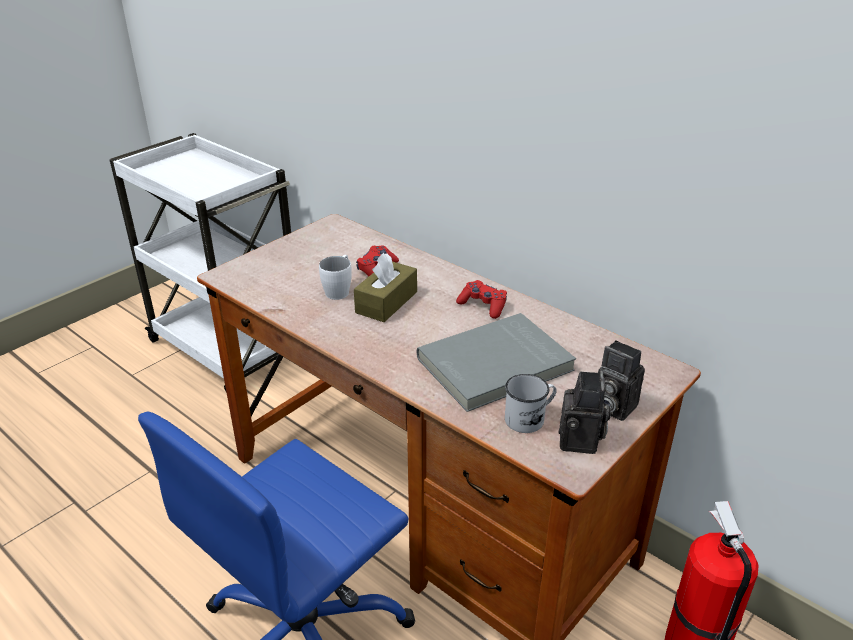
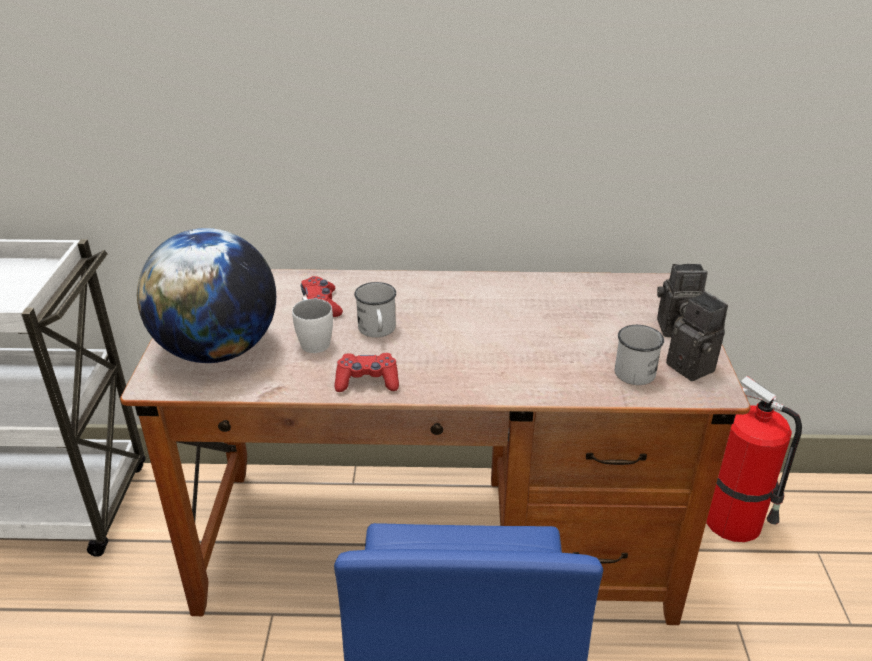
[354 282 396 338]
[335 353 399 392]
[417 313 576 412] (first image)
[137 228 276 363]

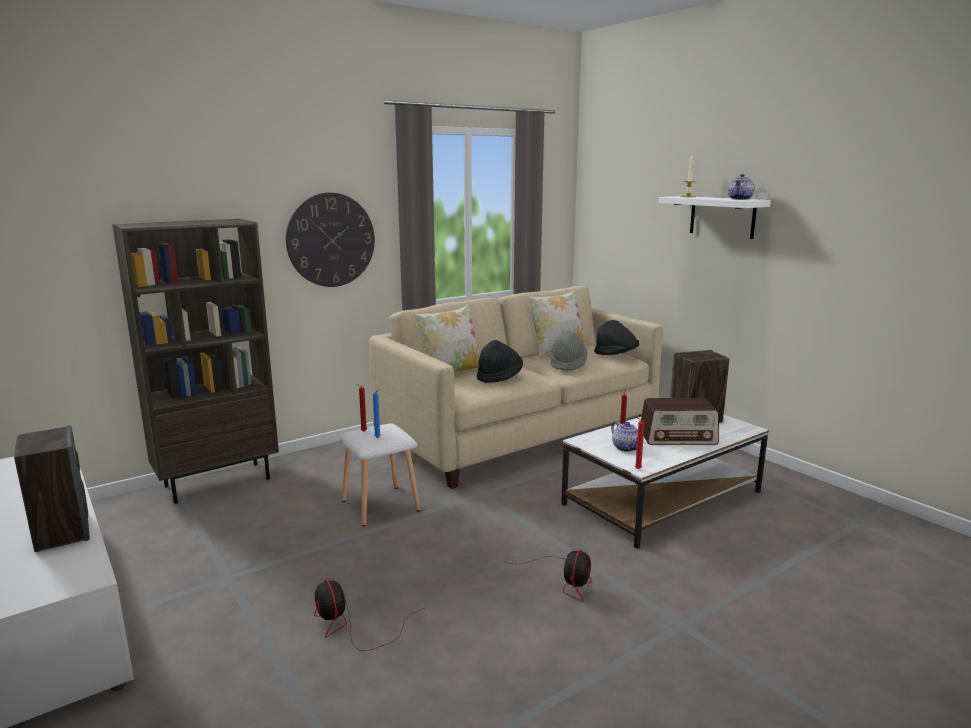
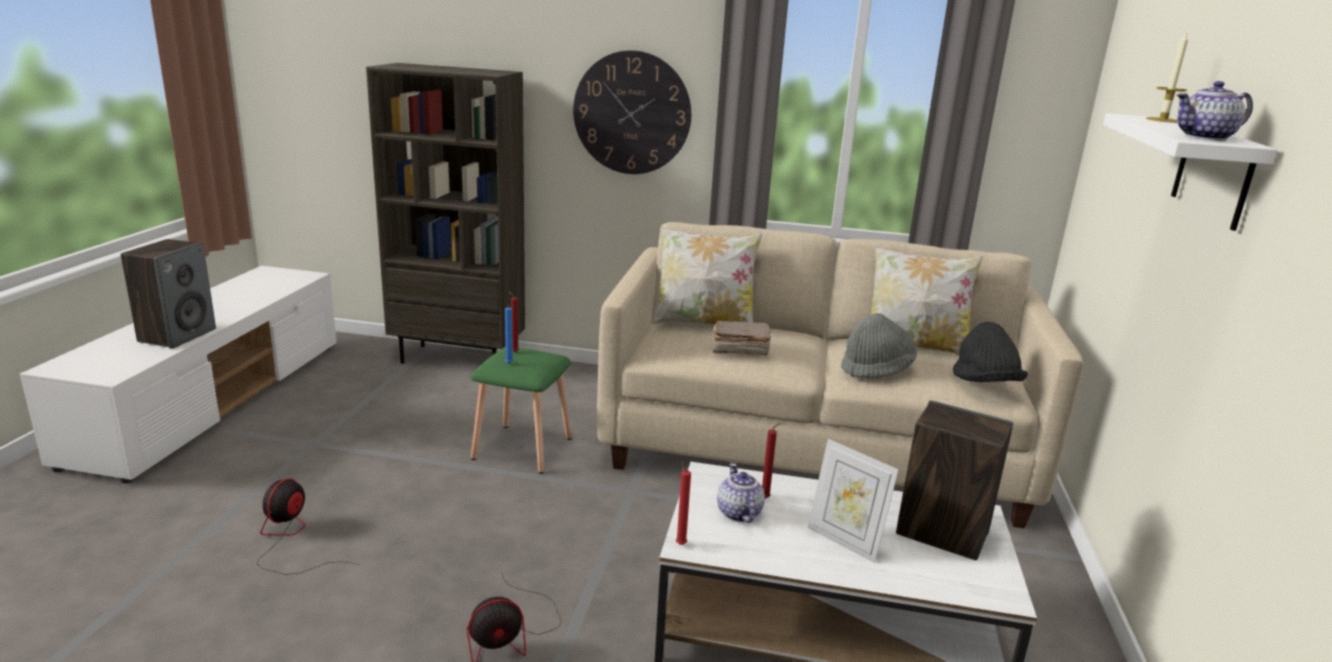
[711 320 771 355]
[808 439 899 563]
[717 464 765 523]
[471 347 572 474]

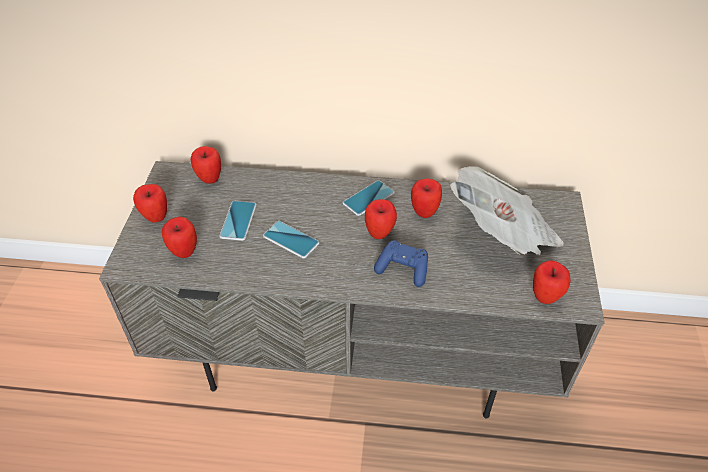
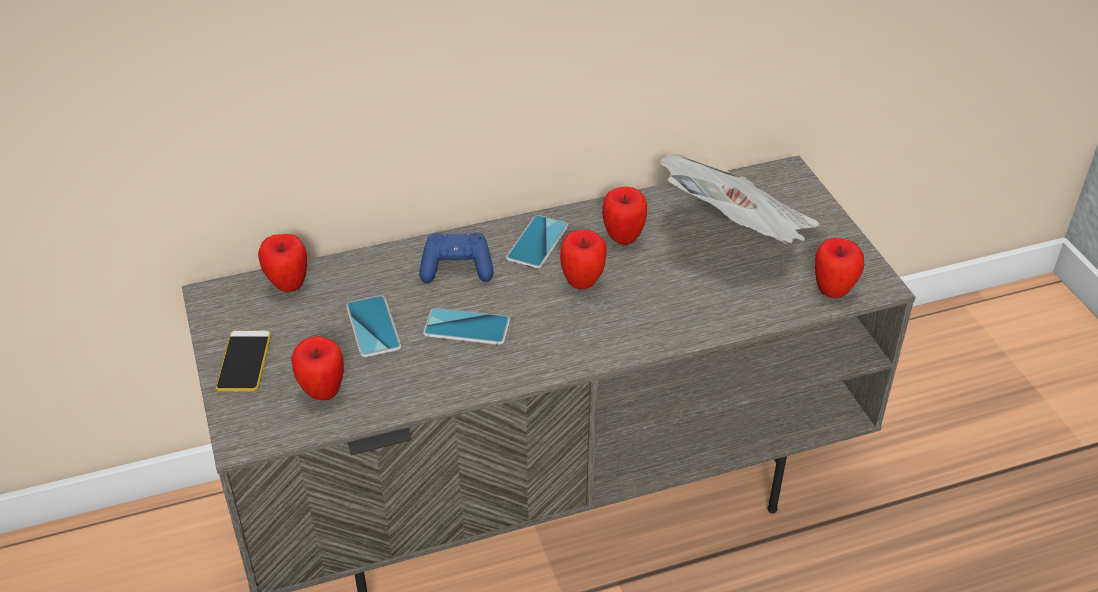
[216 330 271 392]
[419 232 493 283]

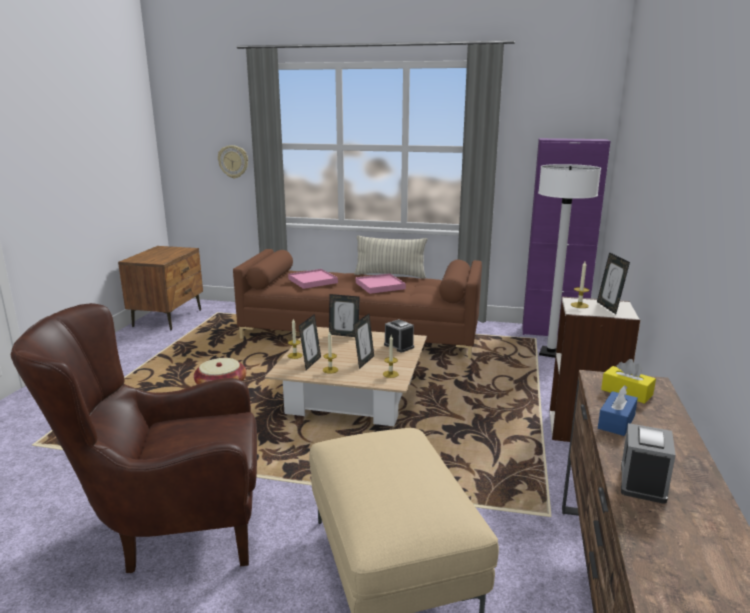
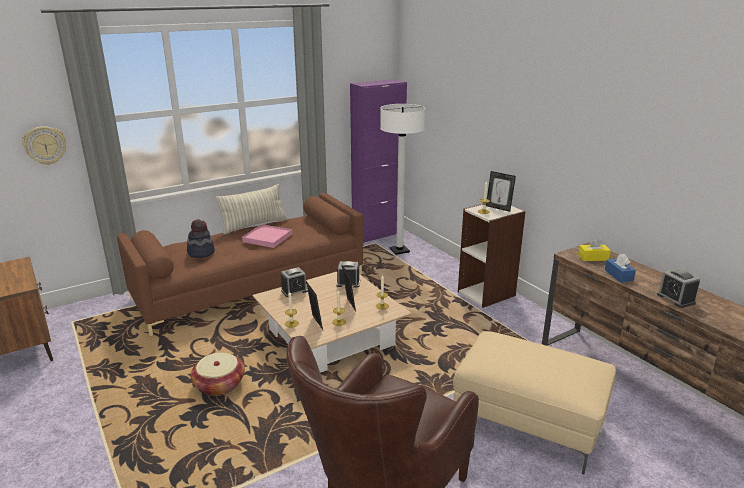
[187 219 215 258]
[281 267 308 297]

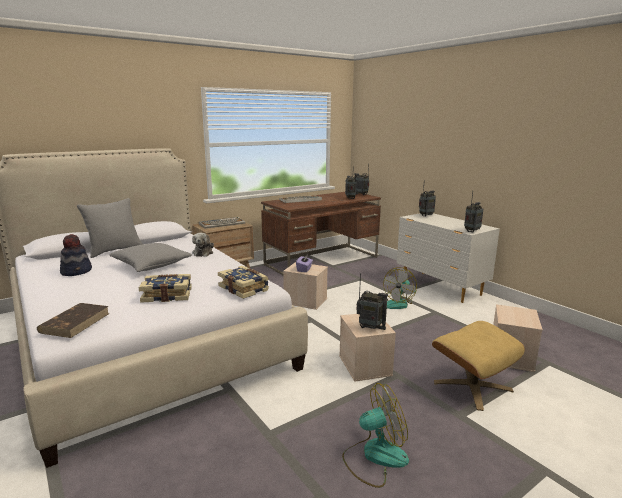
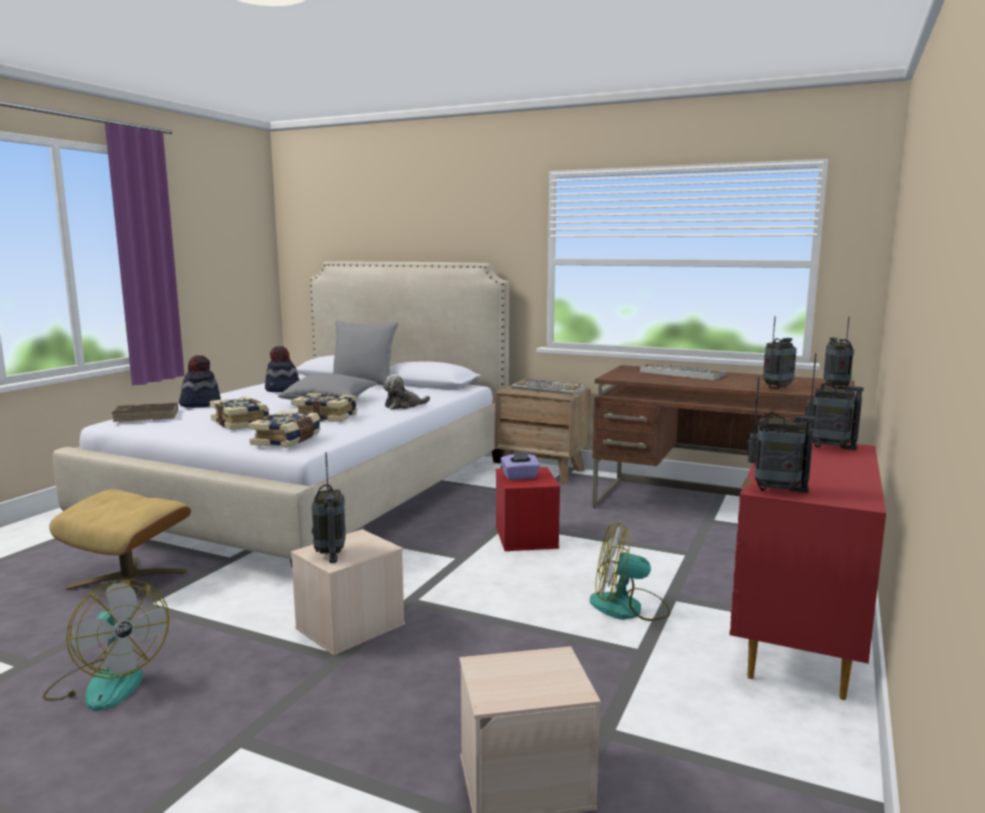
[729 441 886 700]
[496 467 560 551]
[49 489 191 590]
[179 355 221 408]
[291 393 357 422]

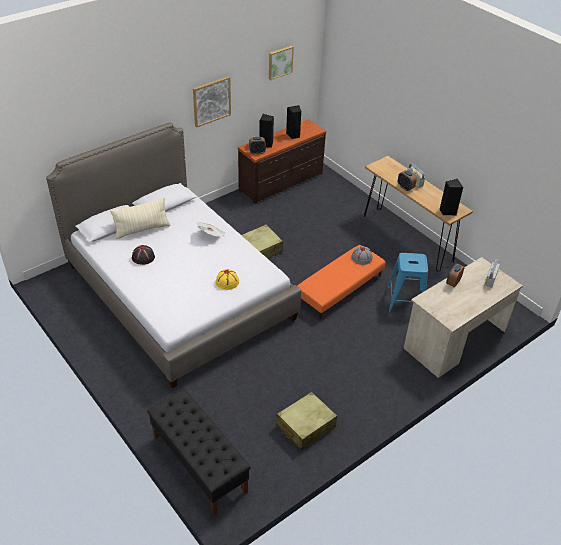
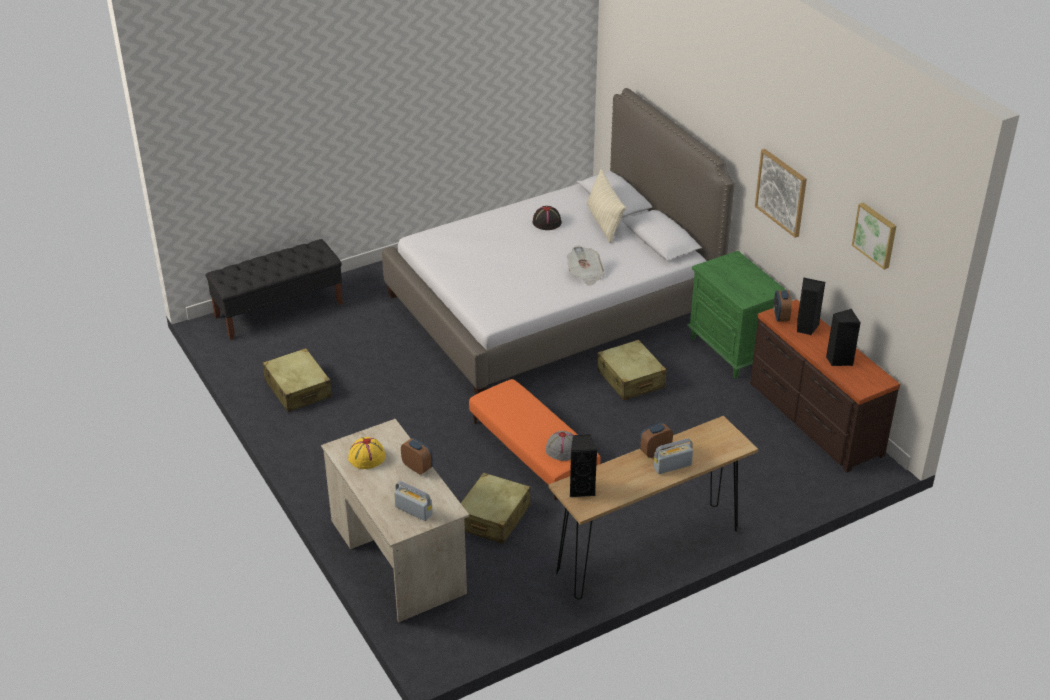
[461 472 530 544]
[348 437 386 469]
[687 251 787 379]

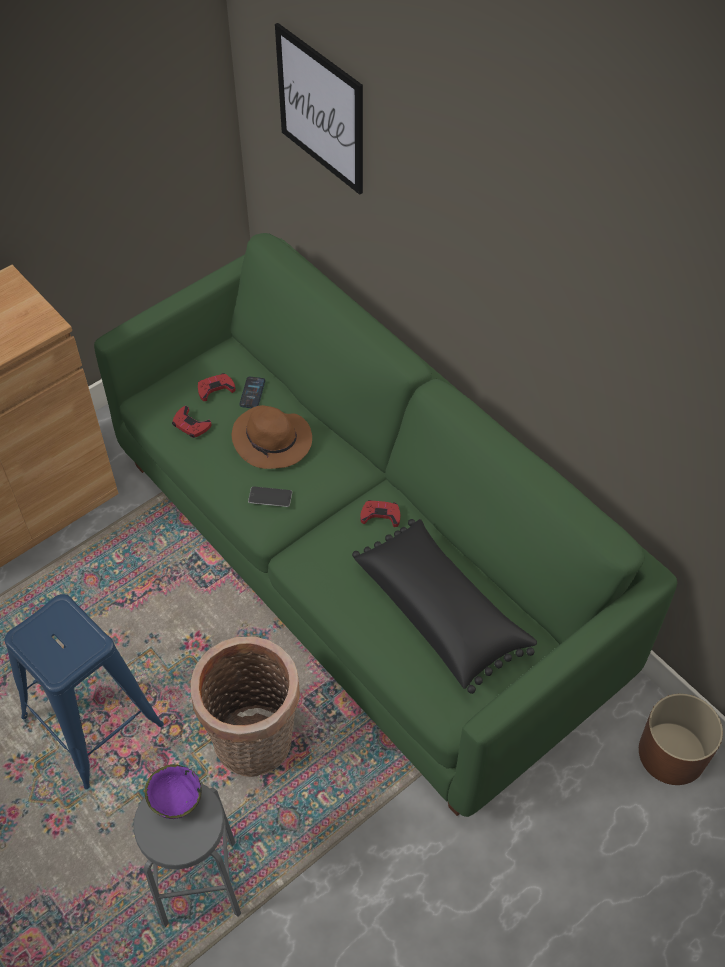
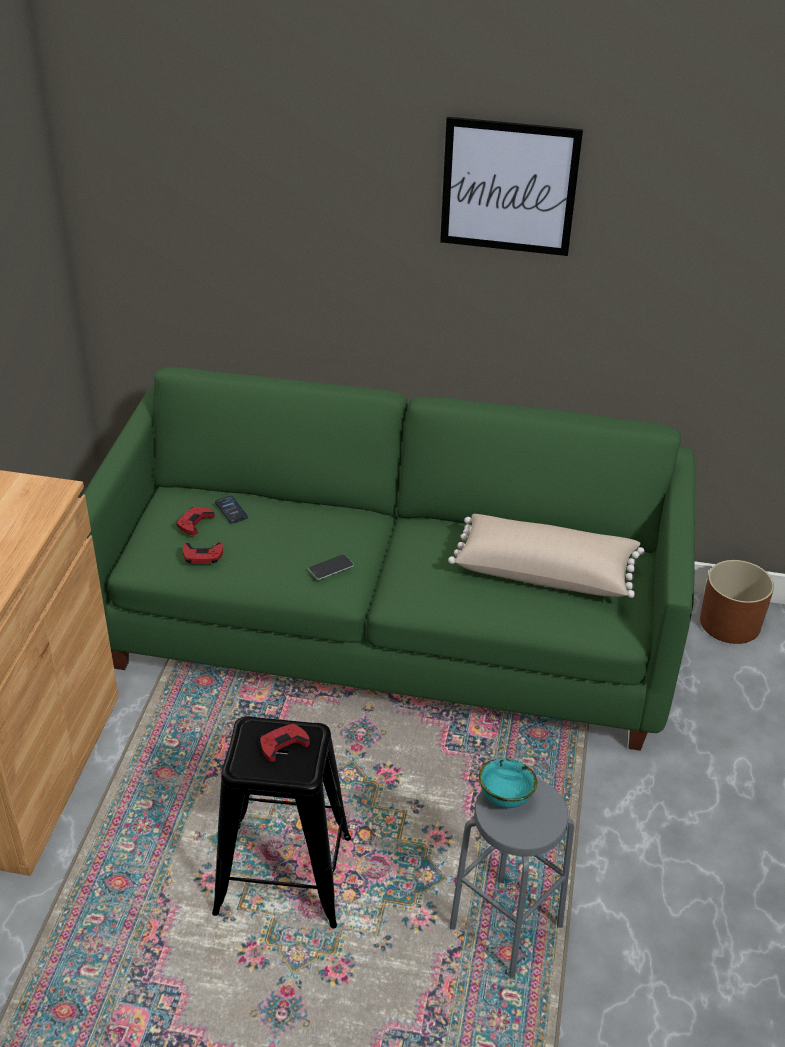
[440 117 583 256]
[232 405 312 469] (first image)
[260 723 310 762]
[448 514 645 598]
[212 716 351 928]
[191 637 300 777] (first image)
[479 758 537 808]

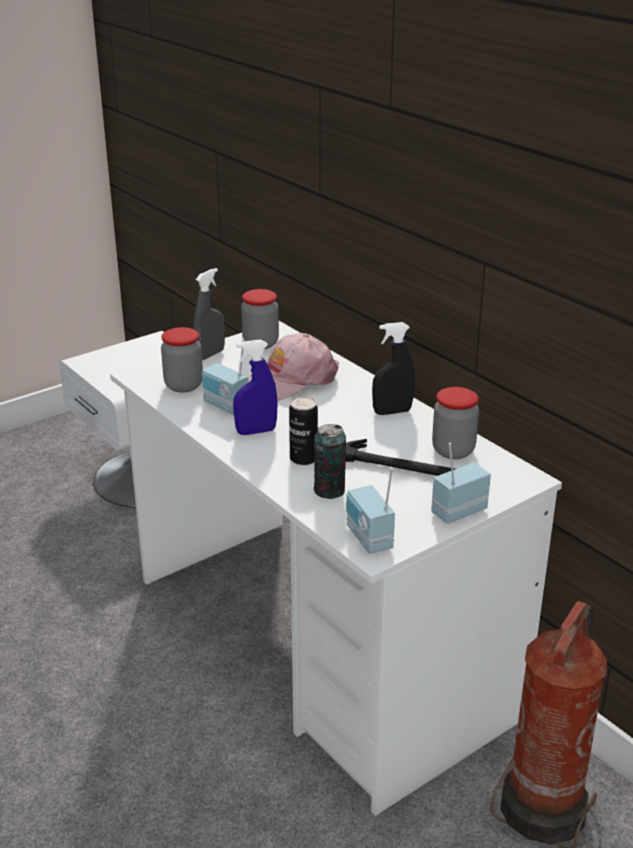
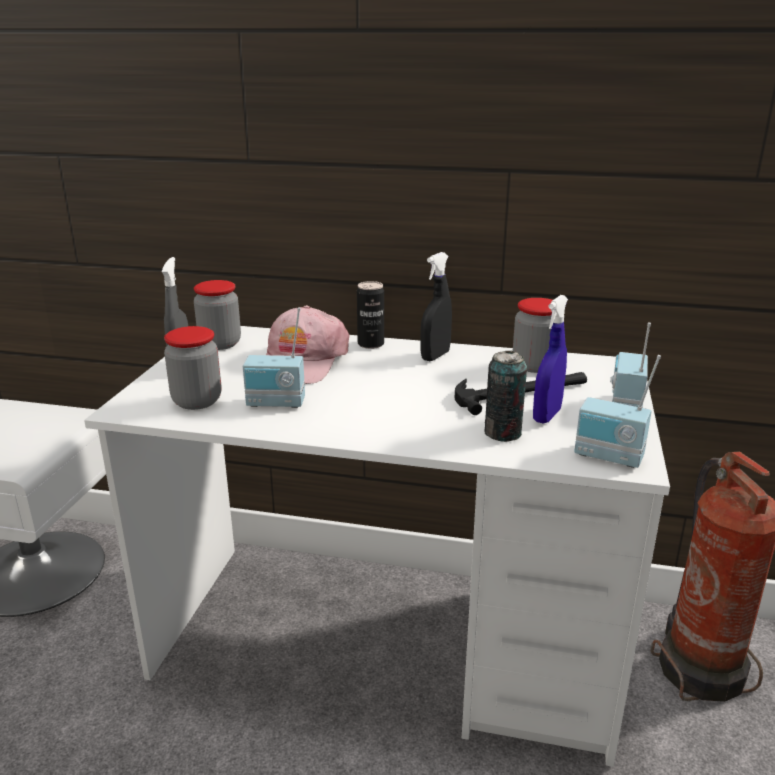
[533 295 568 424]
[357 281 384 349]

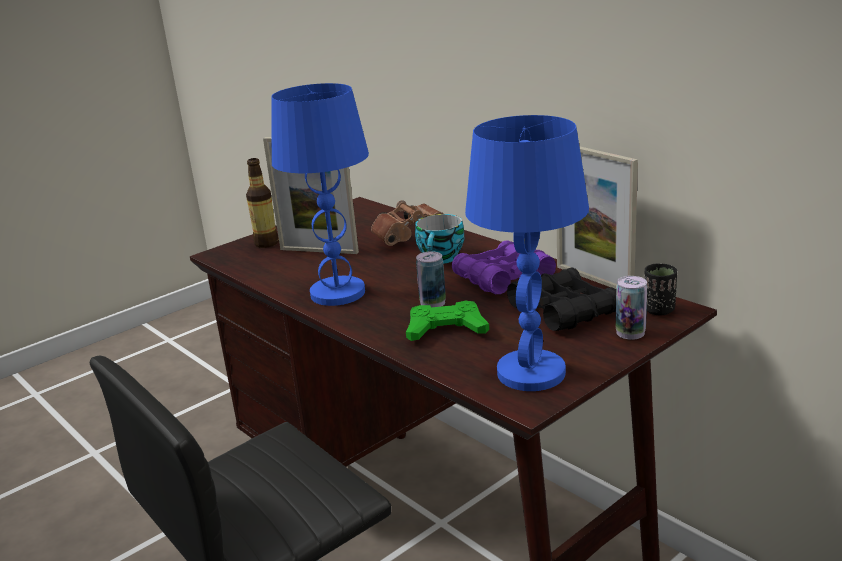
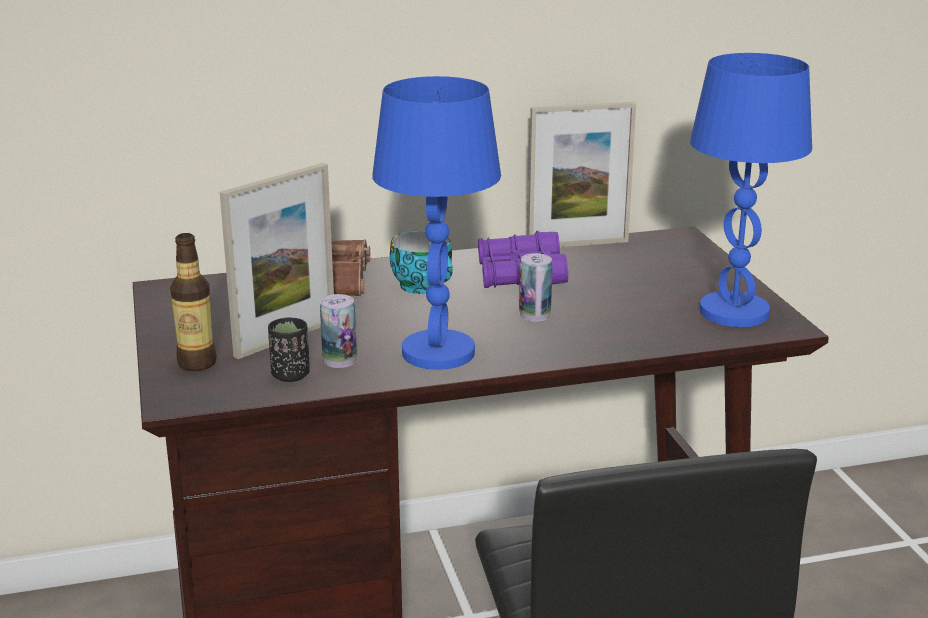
[268 317 310 382]
[507 268 616 331] (first image)
[320 294 357 368]
[406 301 489 341] (first image)

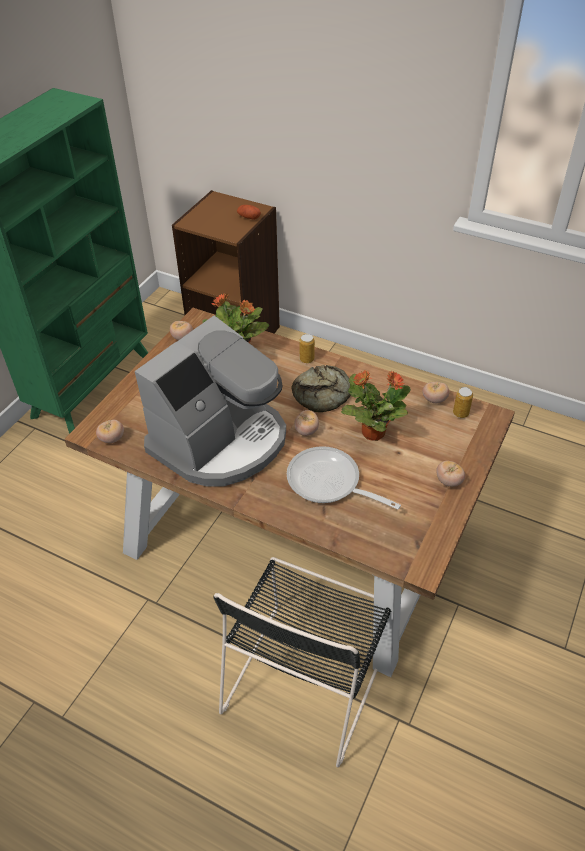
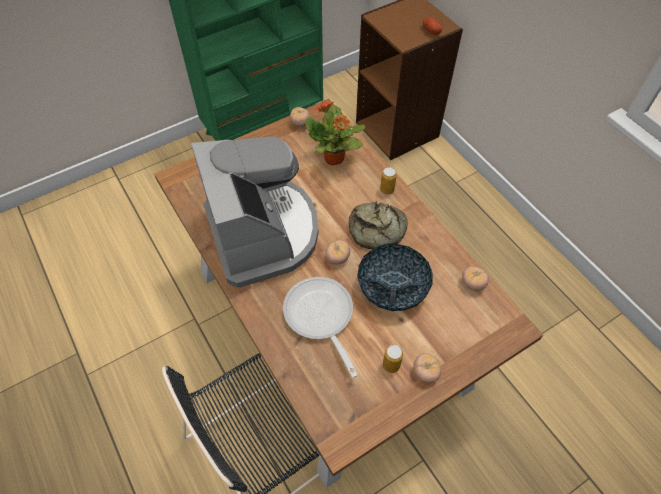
[191 136 319 288]
[357 244 433 311]
[383 345 403 373]
[96 420 124 443] (first image)

